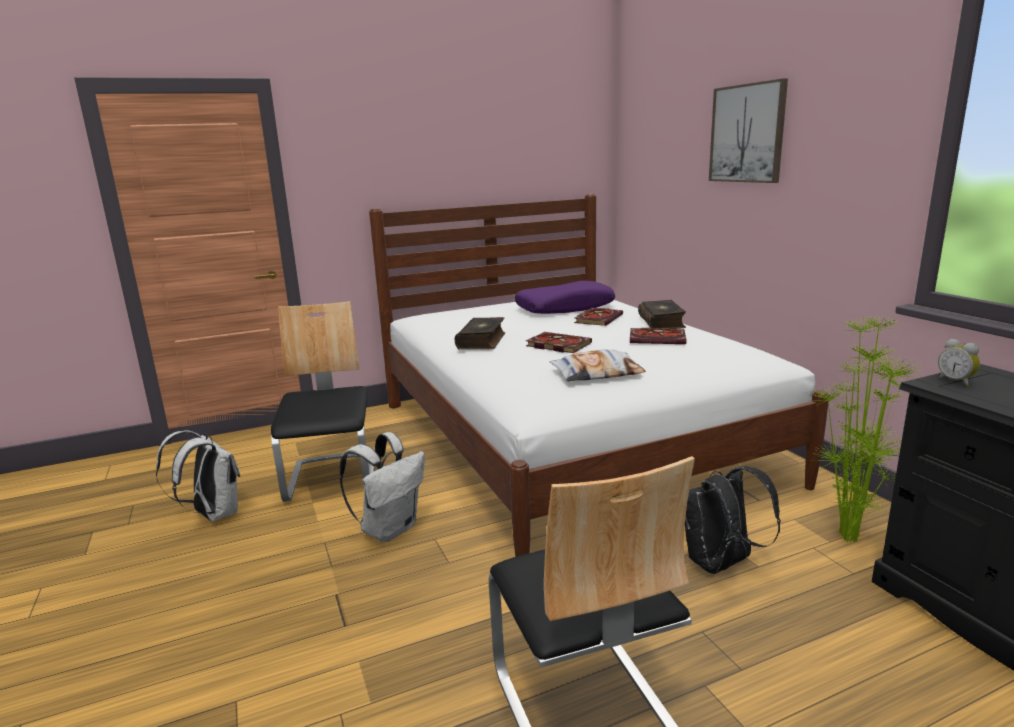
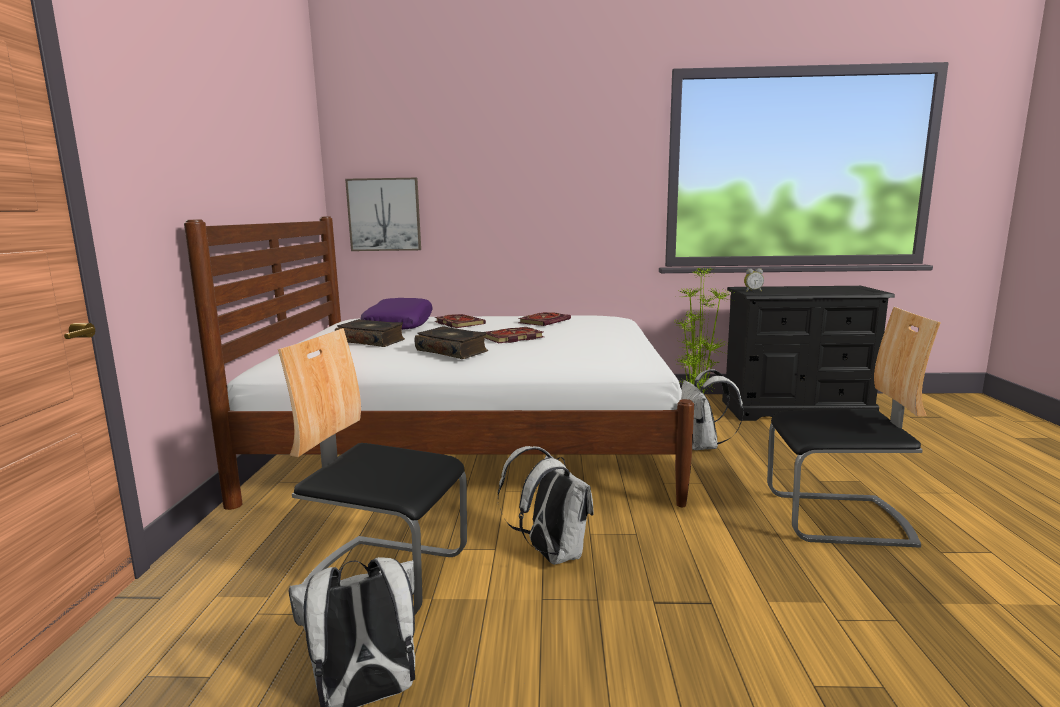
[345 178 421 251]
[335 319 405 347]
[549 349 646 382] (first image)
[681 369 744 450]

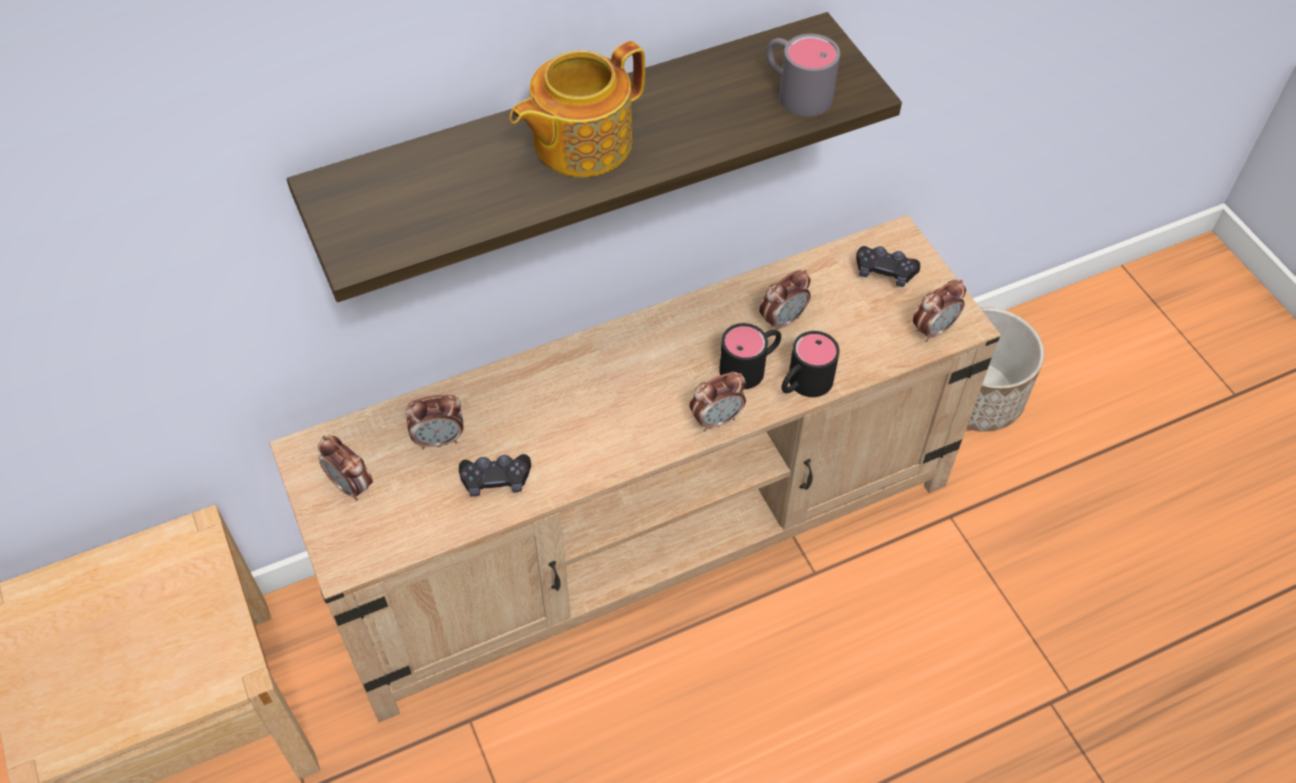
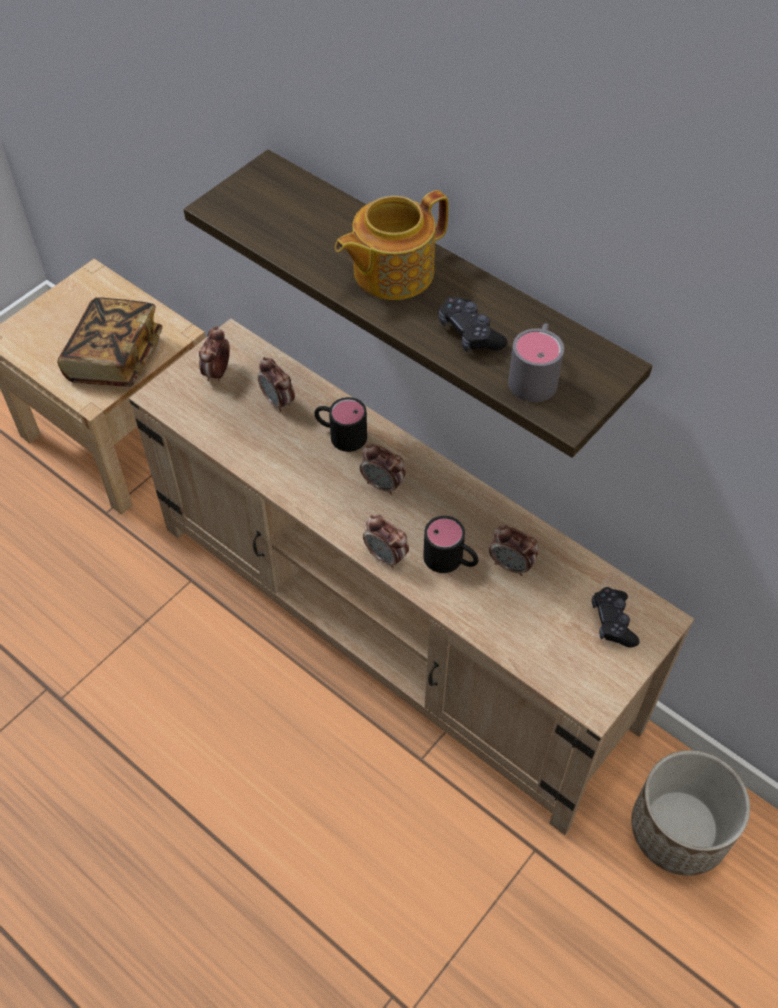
[335 190 449 300]
[360 444 406 495]
[314 397 367 452]
[439 297 507 352]
[57 297 162 387]

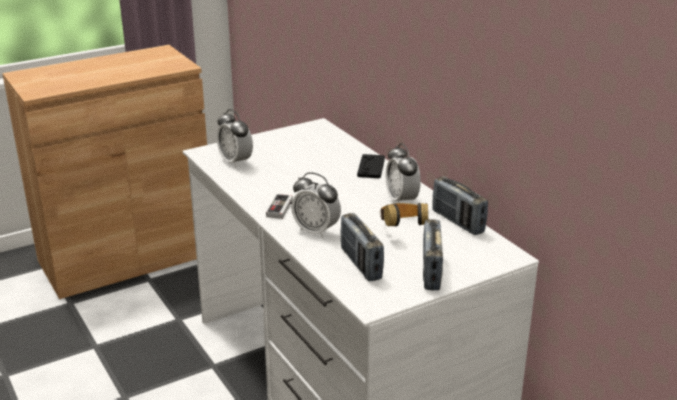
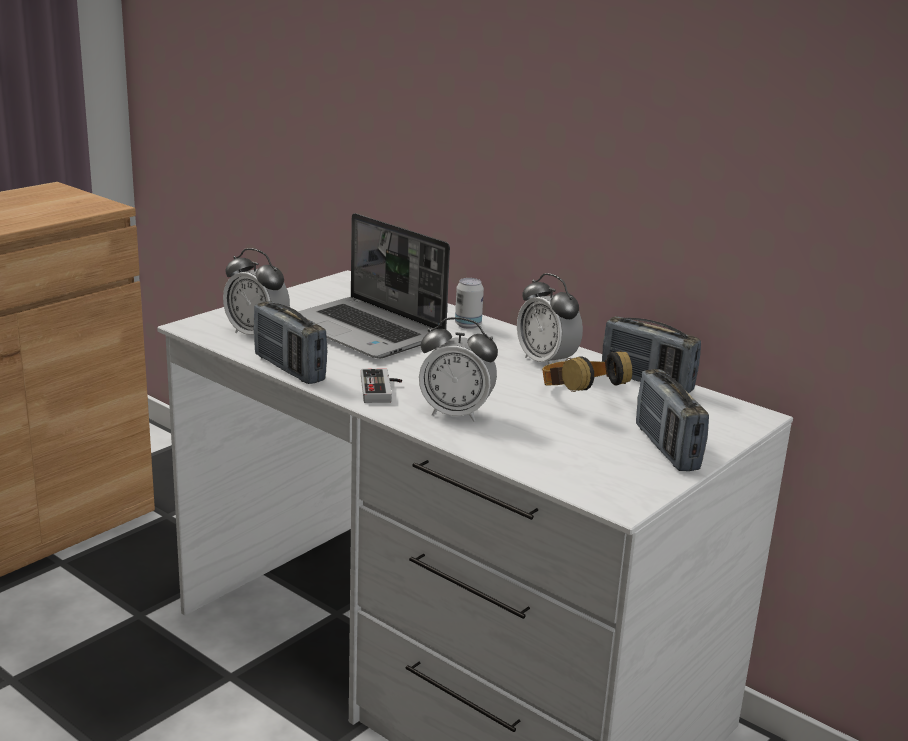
[455 278 484 329]
[254 301 327 384]
[298 213 450 358]

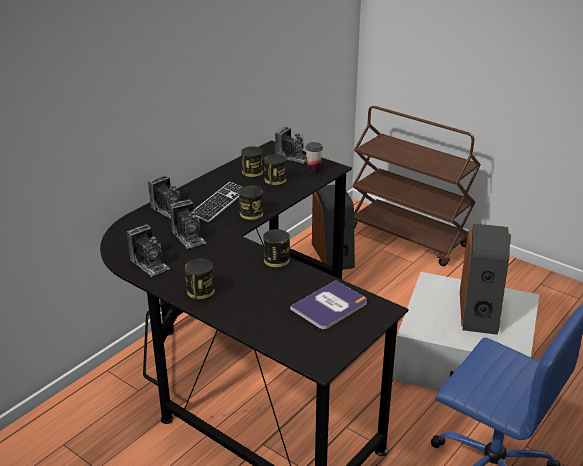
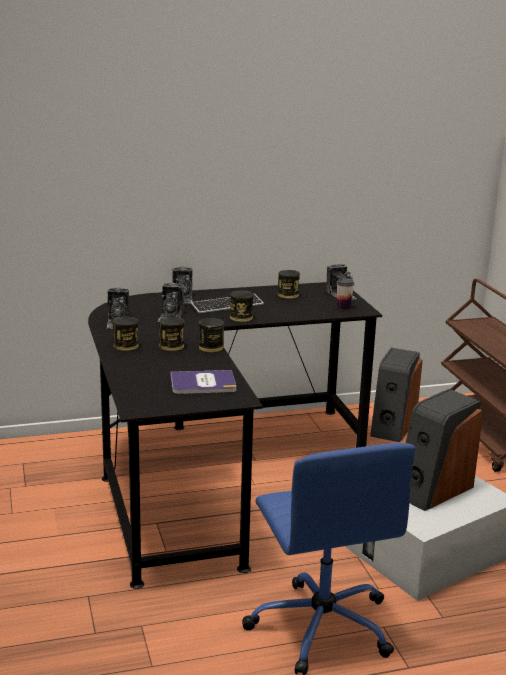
[159 317 184 351]

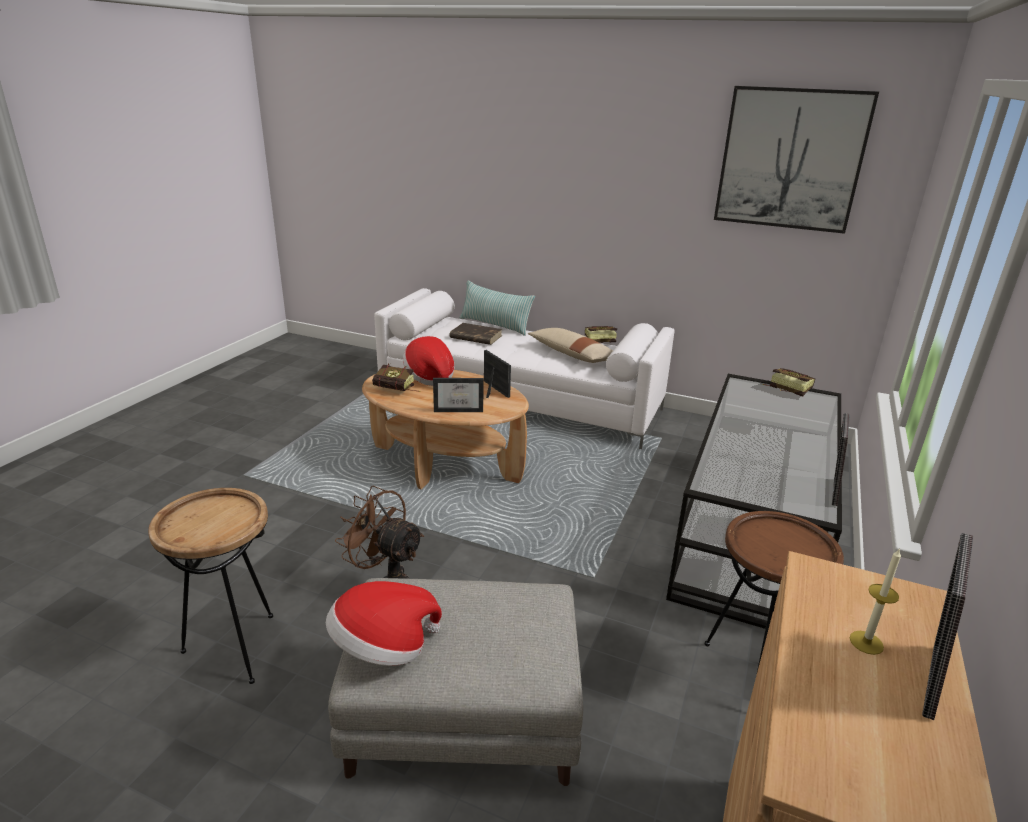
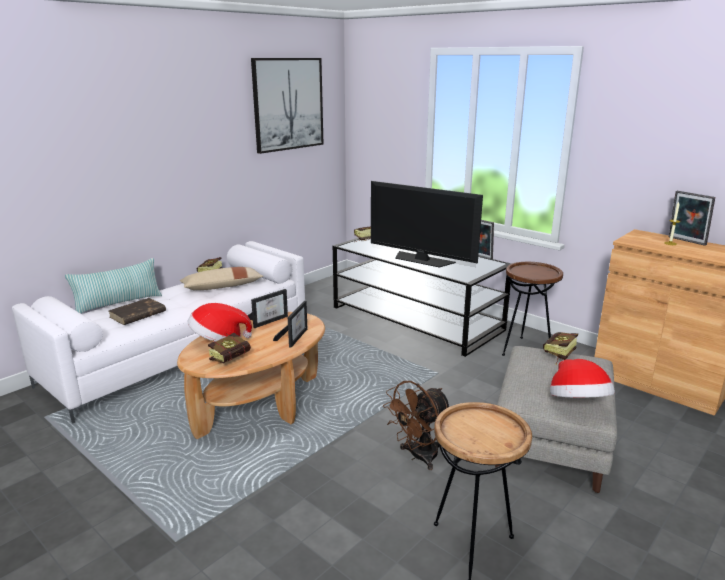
[248 289 288 328]
[371 181 483 268]
[543 332 578 365]

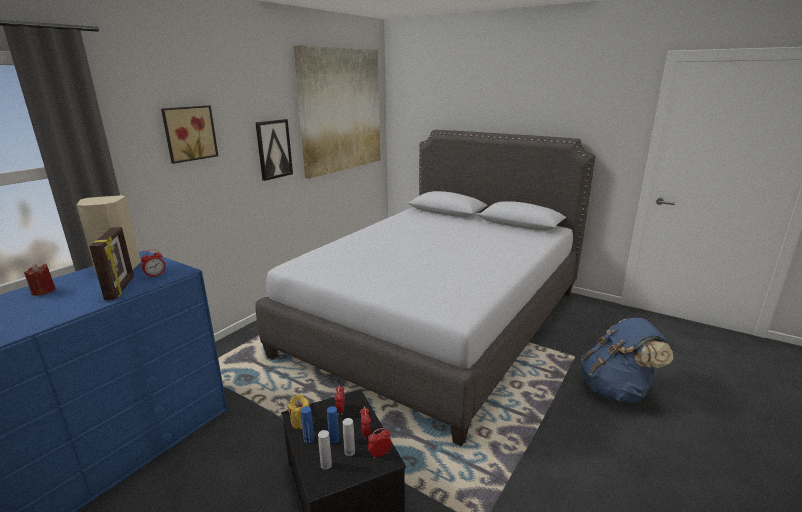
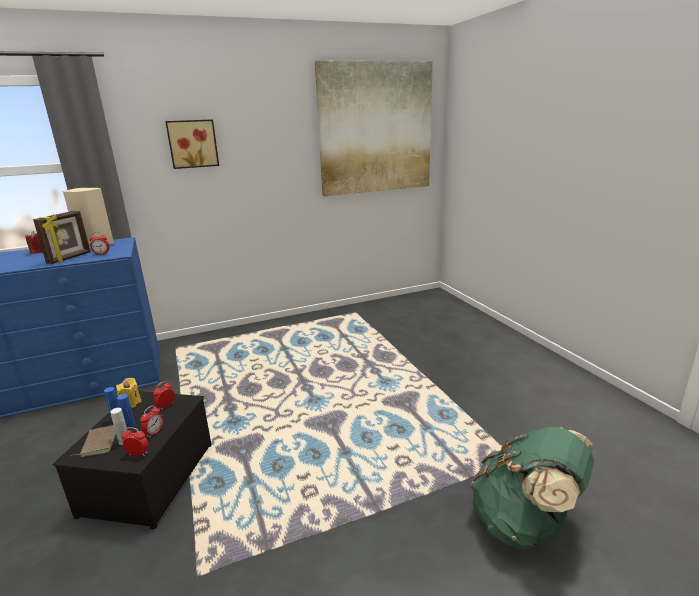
[255 119 293 181] (first image)
[255 130 596 446] (first image)
[471 427 595 550]
[71 425 116 457]

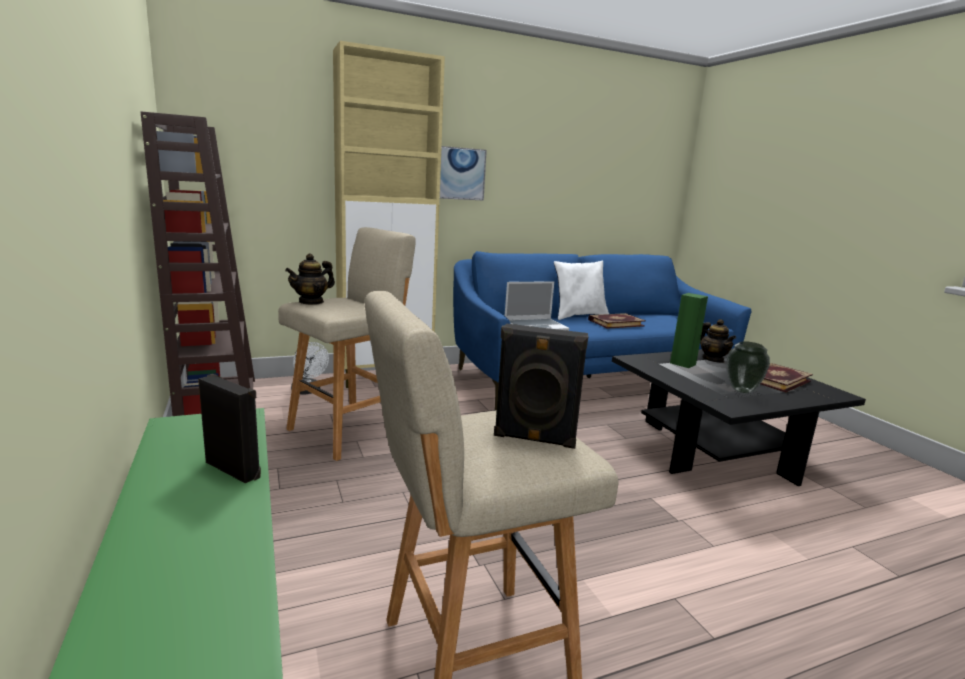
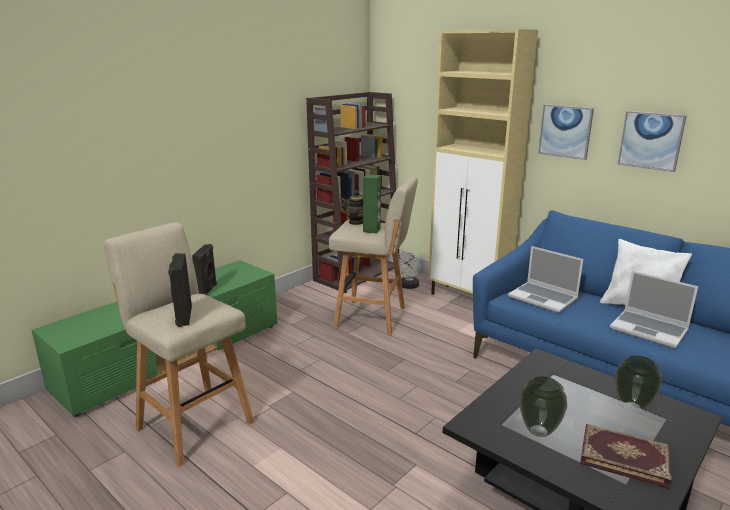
[363 174 381 233]
[610 271 698 348]
[615 355 662 412]
[618 111 687 172]

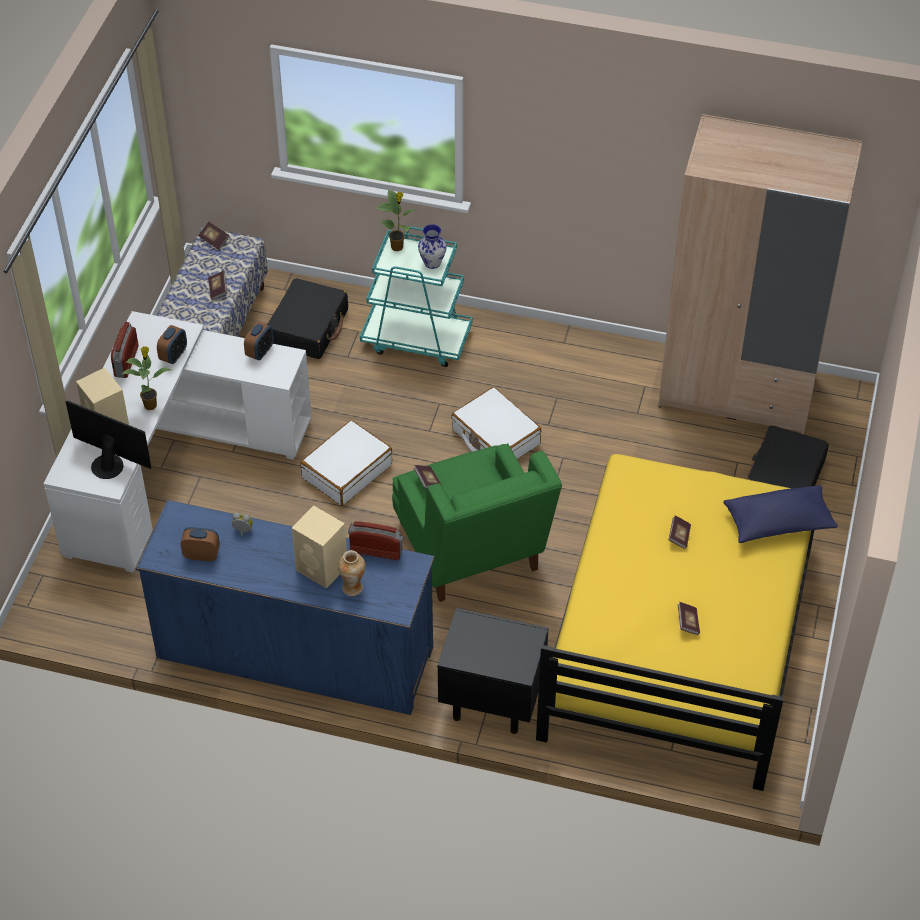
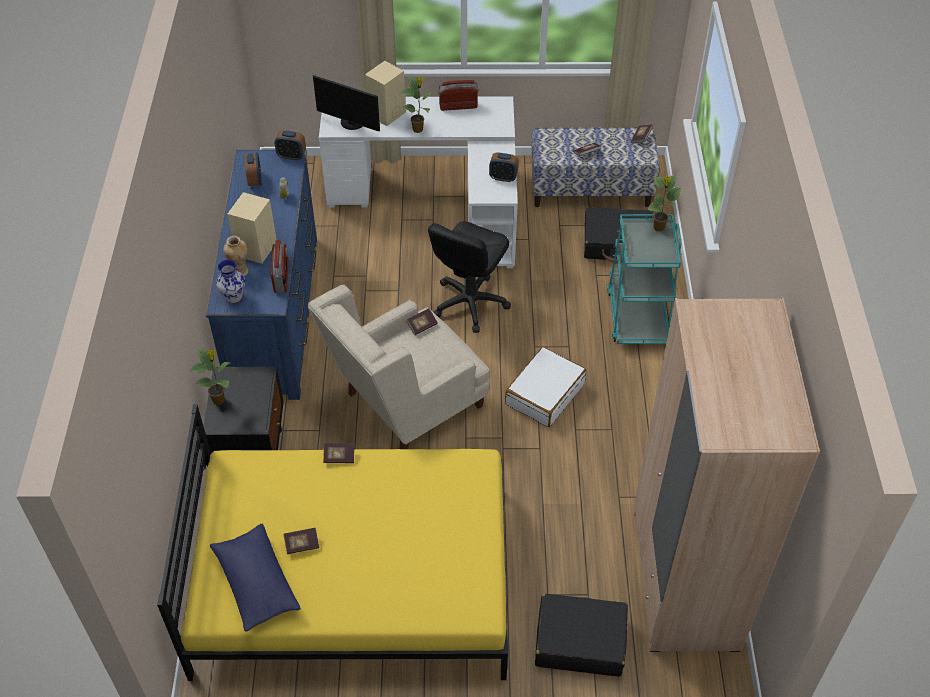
[216 260 245 304]
[275 130 306 161]
[313 75 380 131]
[428 221 511 333]
[308 285 489 449]
[210 523 301 631]
[323 443 354 463]
[189 348 232 405]

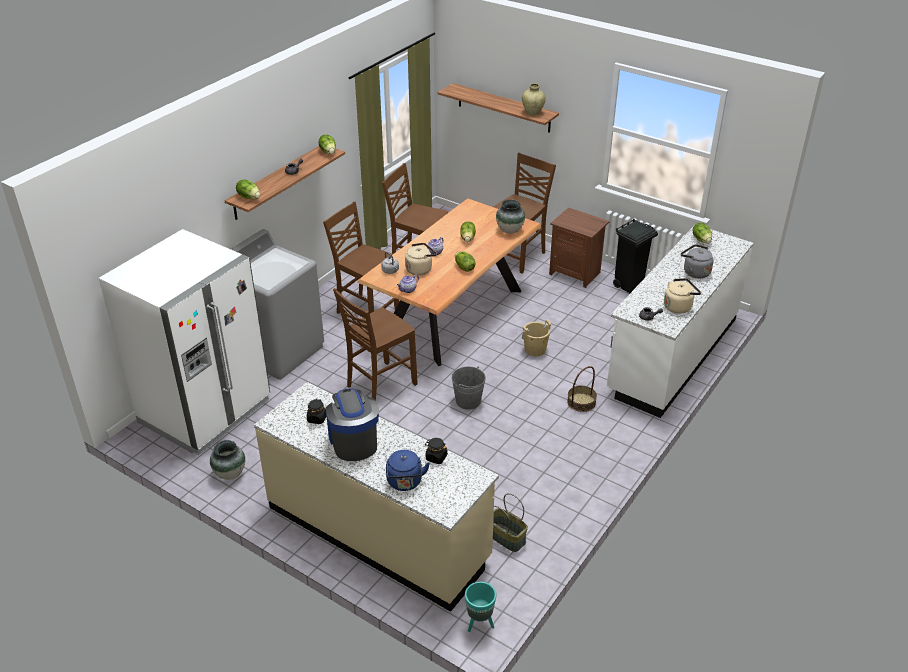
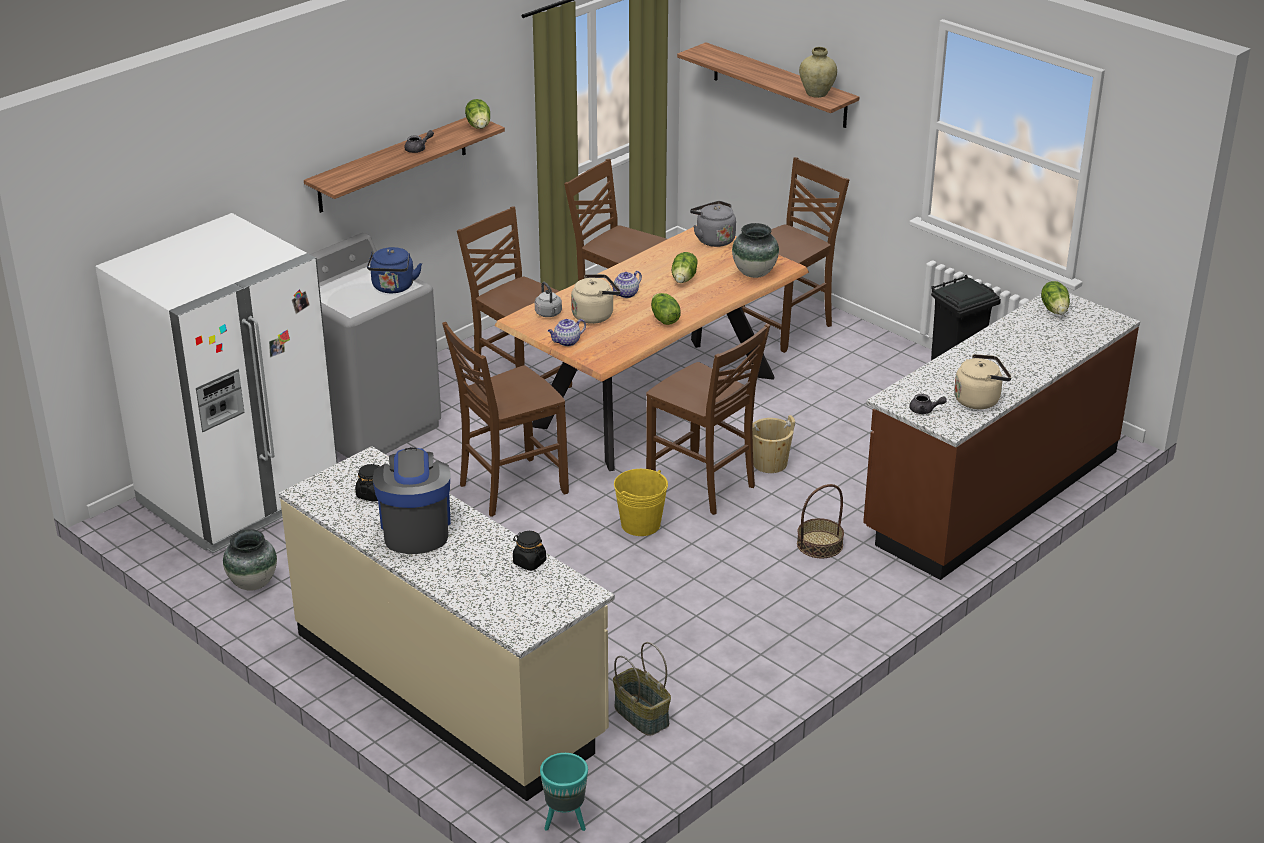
[236 179 260 199] (first image)
[549 207 610 288] (first image)
[863 293 1140 580]
[690 201 736 247]
[614 469 668 536]
[367 247 422 293]
[646 323 770 515]

